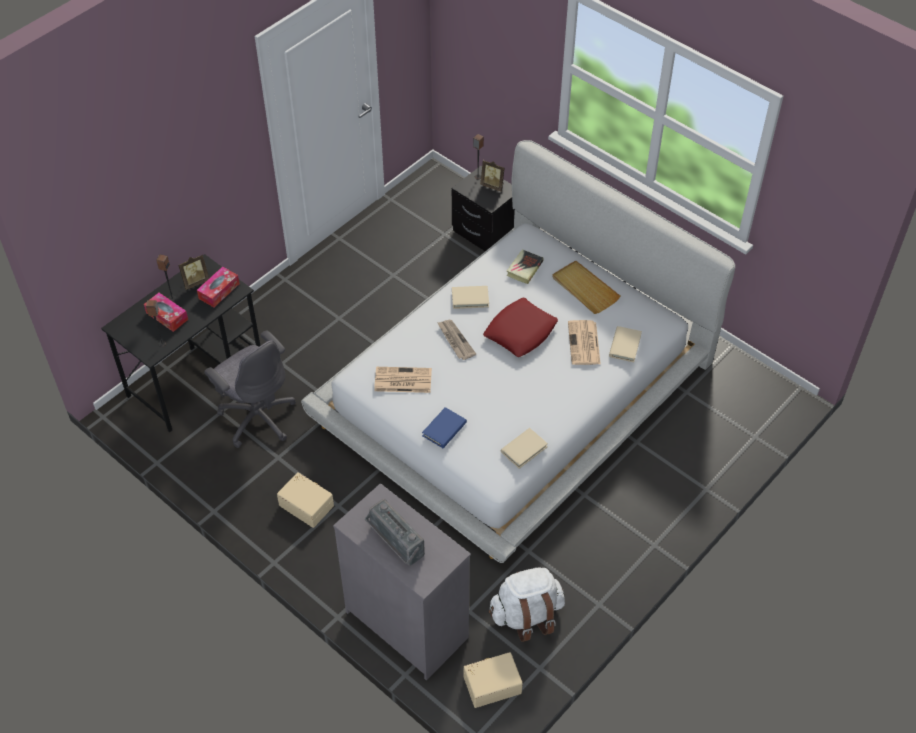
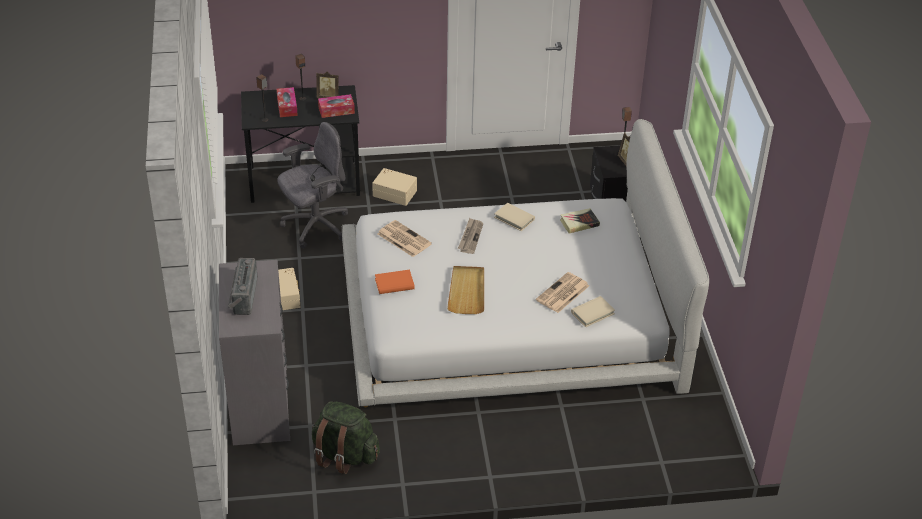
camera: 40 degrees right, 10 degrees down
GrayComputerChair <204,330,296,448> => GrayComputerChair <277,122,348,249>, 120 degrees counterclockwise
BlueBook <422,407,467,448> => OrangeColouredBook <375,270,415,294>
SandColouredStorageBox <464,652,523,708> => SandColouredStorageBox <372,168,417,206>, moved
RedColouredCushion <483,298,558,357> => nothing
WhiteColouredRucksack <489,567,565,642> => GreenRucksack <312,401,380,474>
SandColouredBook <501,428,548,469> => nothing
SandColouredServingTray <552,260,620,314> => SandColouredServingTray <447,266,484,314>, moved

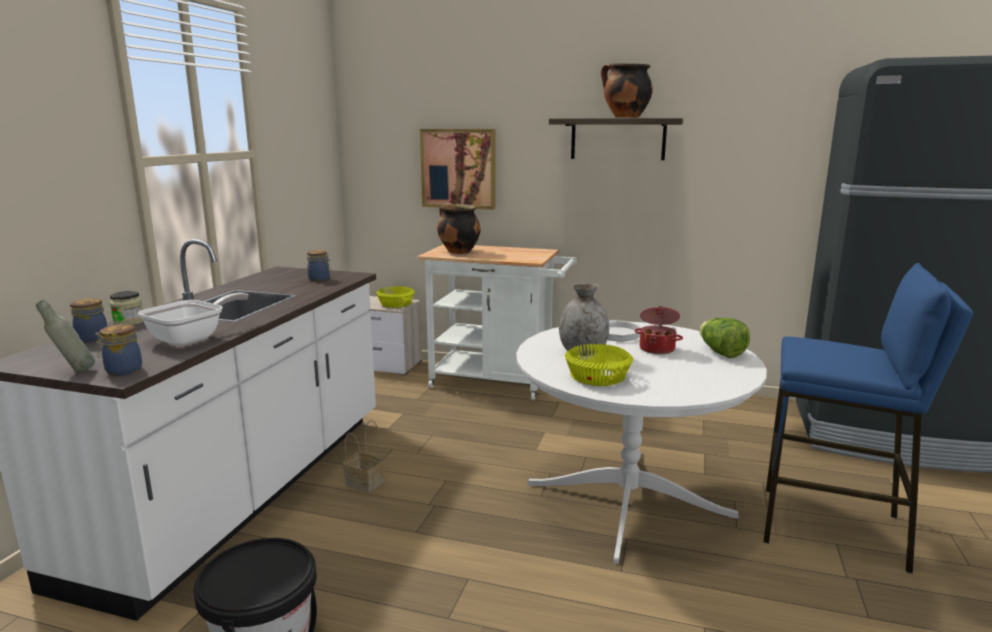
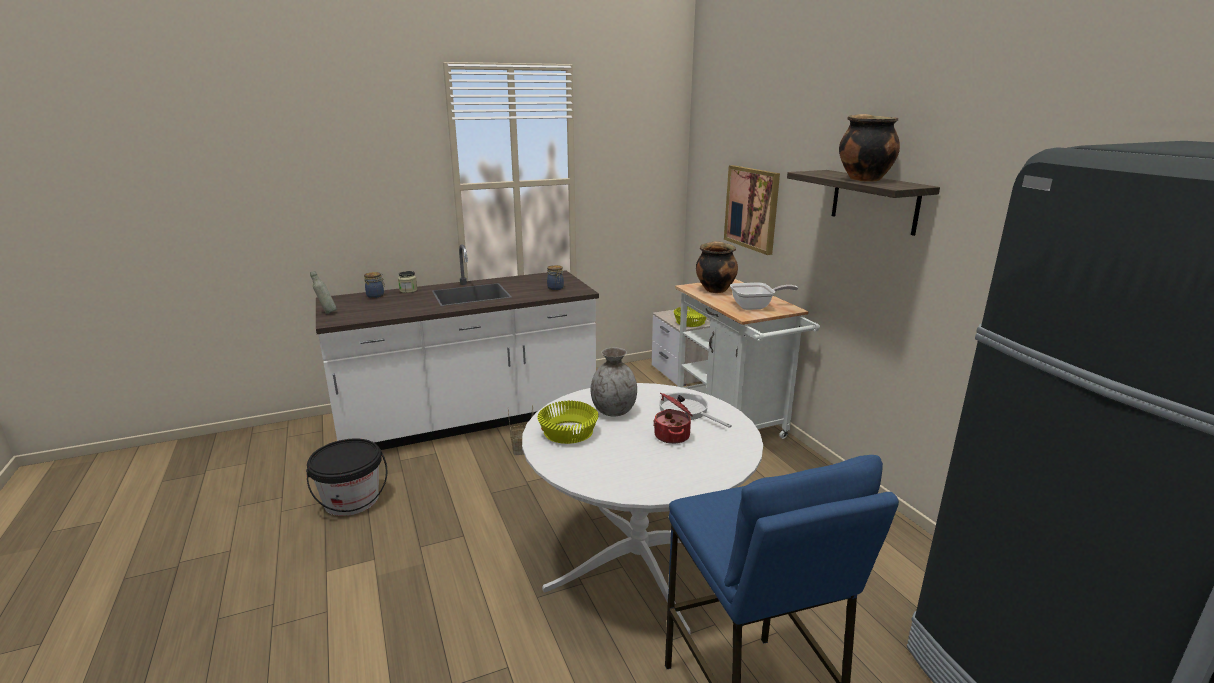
camera: 50 degrees right, 5 degrees up
StorageJar <95,324,142,376> => nothing
FryingPan <138,293,249,346> => FryingPan <730,283,798,310>, moved
LettuceHead <699,318,750,358> => nothing

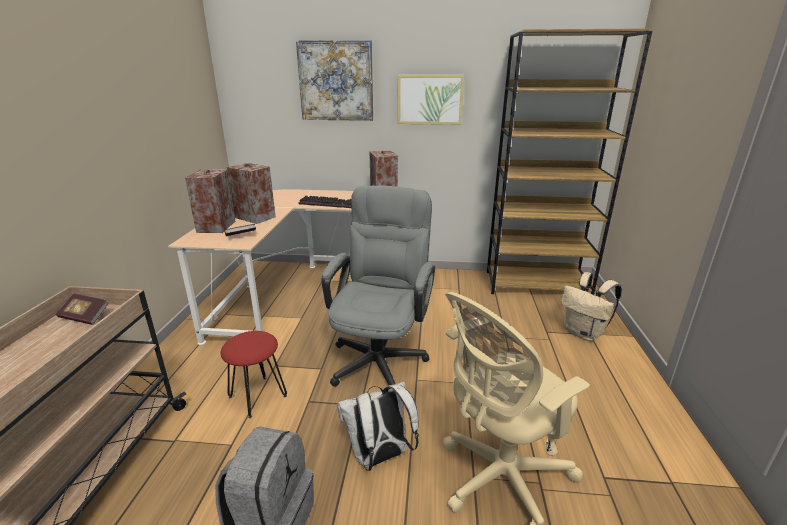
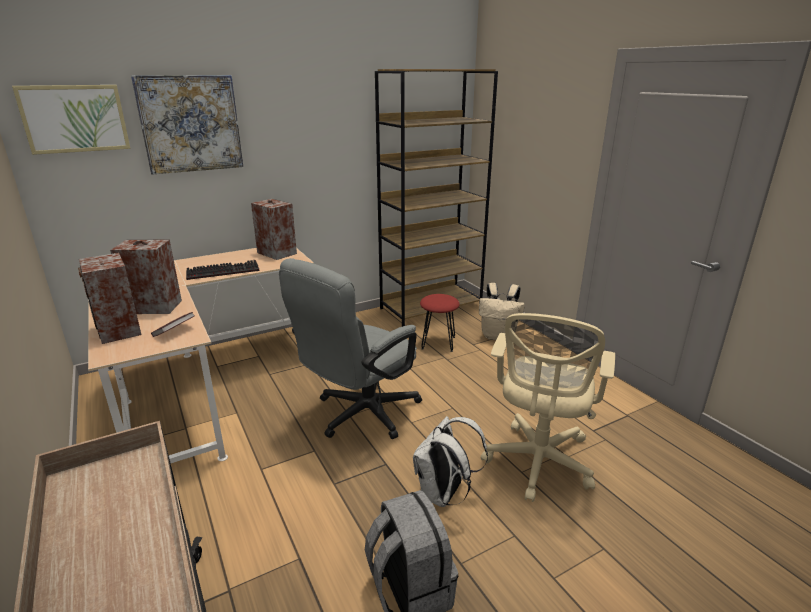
camera: 35 degrees left, 0 degrees up
Book <56,294,109,325> => nothing
RedColouredStoolSeat <221,331,287,418> => RedColouredStoolSeat <420,294,460,352>, moved
GrayComputerChair <321,186,435,387> => GrayComputerChair <279,258,422,439>, 120 degrees counterclockwise
Picture <397,75,464,125> => Picture <12,85,131,155>, moved

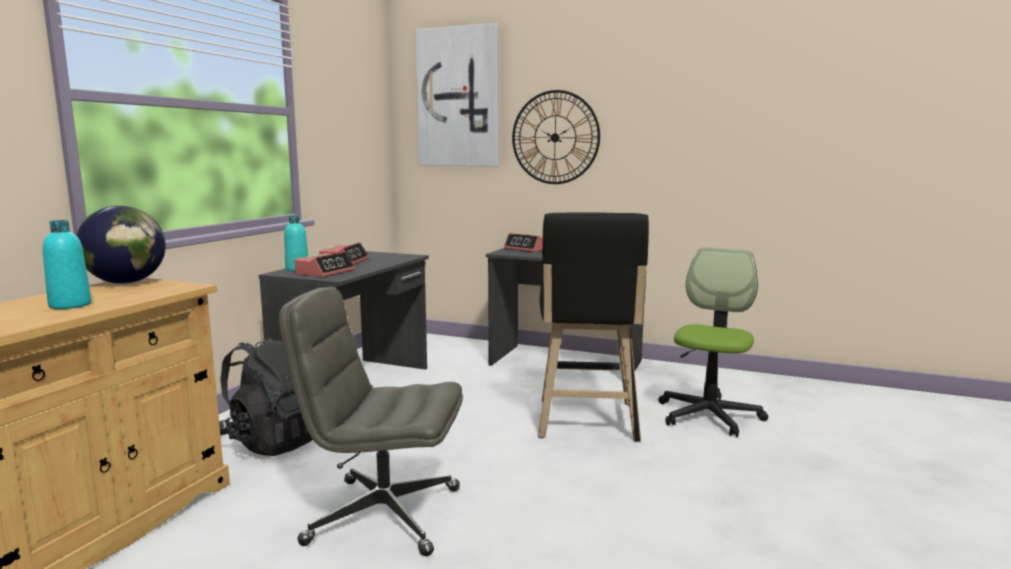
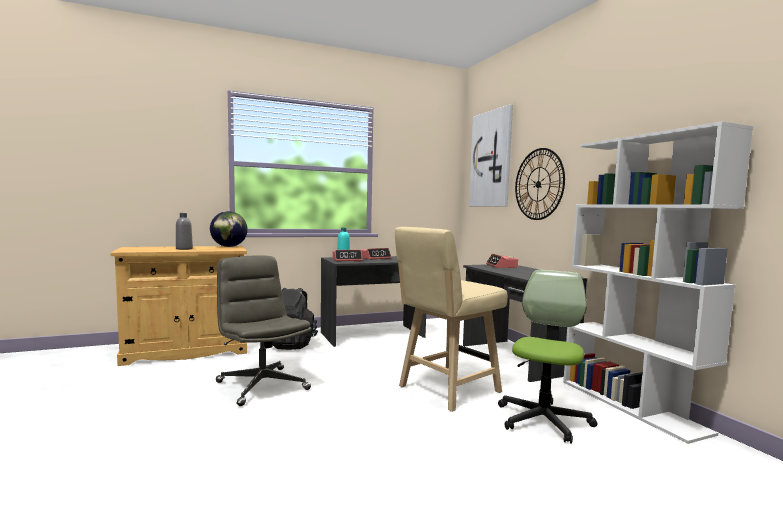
camera: 45 degrees right, 5 degrees down
TurquoiseColouredBeverageBottle <42,220,92,309> => GrayBeverageBottle <176,213,193,250>
BlackColouredStoolSeat <538,212,649,442> => SandColouredStoolSeat <395,227,508,412>
ComputerChair <658,248,768,437> => ComputerChair <498,270,598,444>, 45 degrees counterclockwise
nothing => WhiteColouredShelvingUnit <563,121,753,444>

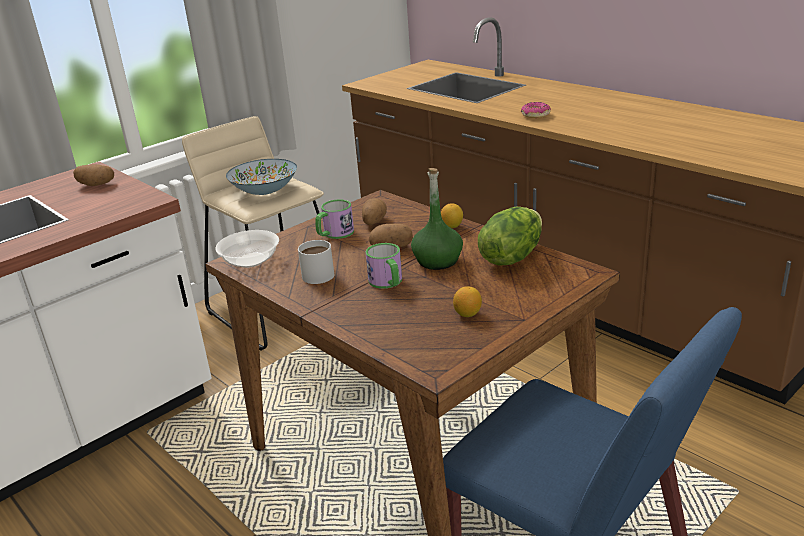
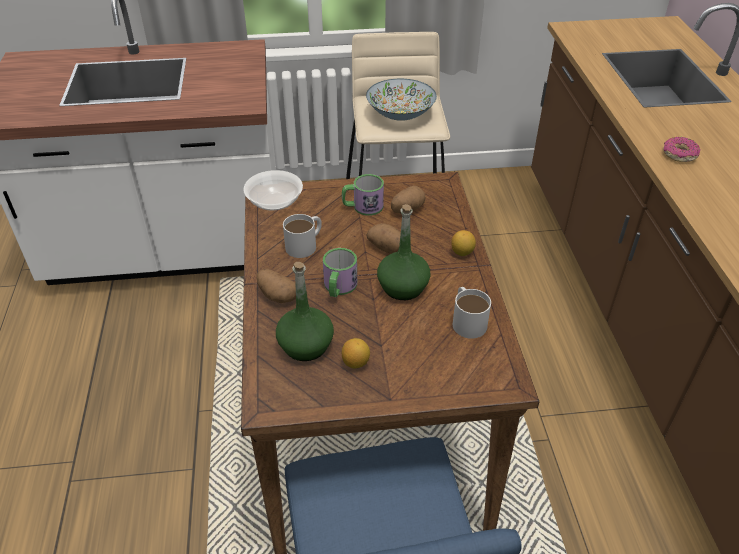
camera: 35 degrees right, 15 degrees up
WholePotato <73,164,114,186> => WholePotato <257,269,296,303>, moved
LettuceHead <478,207,542,266> => WhiteColouredCoffeeMug <453,287,491,339>
nothing => GreenBeverageBottle <276,262,334,361>

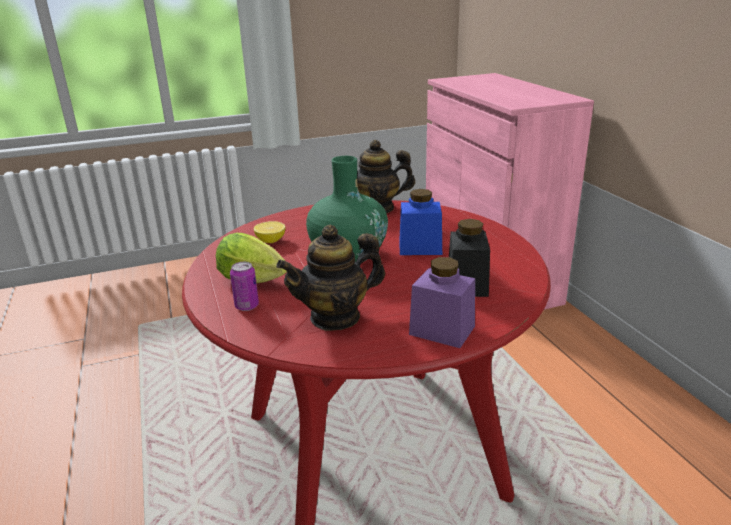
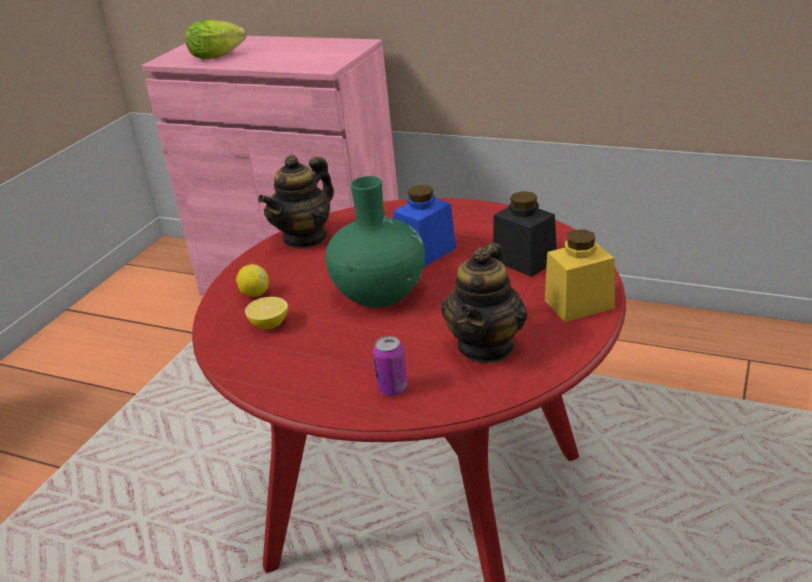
camera: 45 degrees left, 5 degrees up
LettuceHead <216,233,287,283> => LettuceHead <185,20,246,59>, moved
PurpleColouredStorageJar <409,257,475,348> => YellowishStorageJar <545,229,615,322>
nothing => WholeLemon <236,264,269,297>

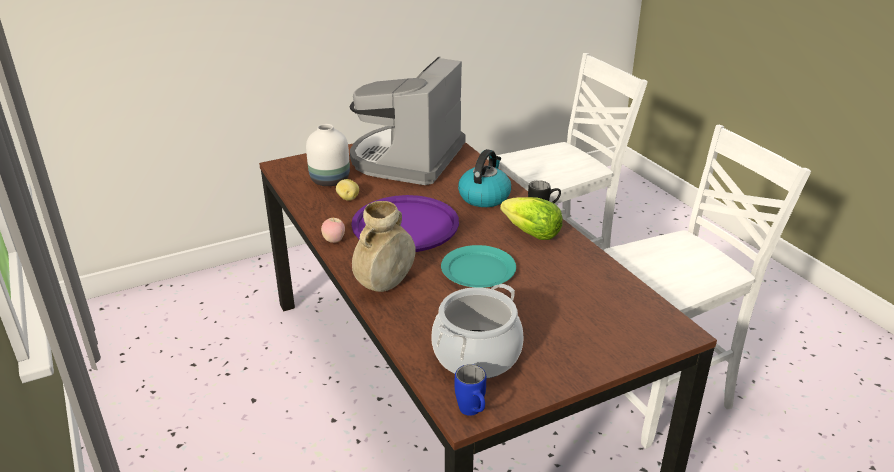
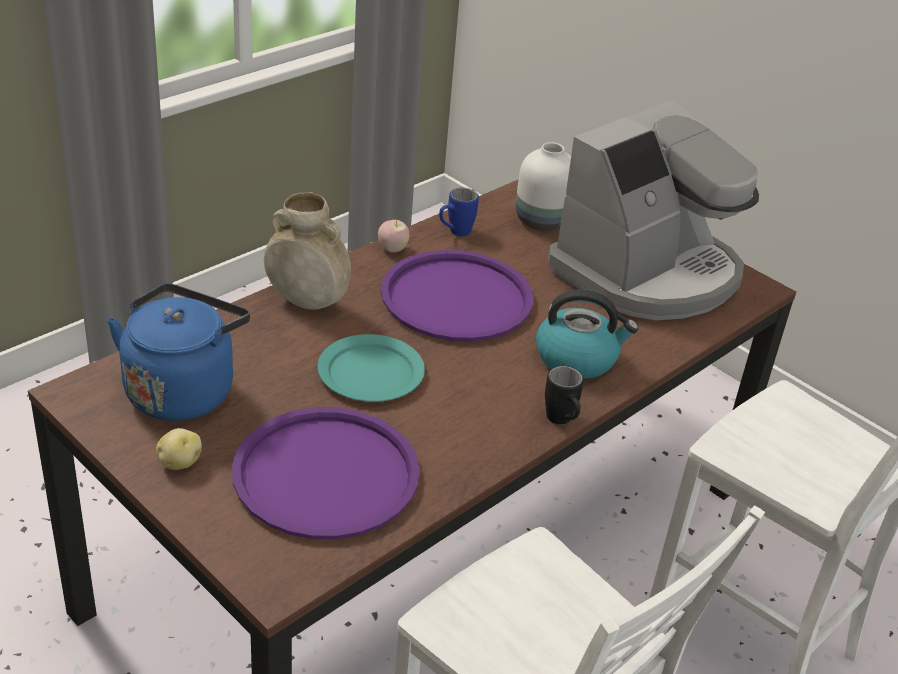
camera: 70 degrees right, 5 degrees up
WholePotato <336,179,359,201> => WholePotato <156,428,202,470>, moved
CoffeeMaker <350,57,466,185> => CoffeeMaker <548,100,759,320>, 135 degrees clockwise
Saucepot <431,284,524,379> => BlueWaterKettle <107,283,250,421>
BlueCoffeeMug <455,364,486,416> => BlueCoffeeMug <439,188,479,236>, moved
LettuceHead <500,197,563,240> => nothing
nothing => PurpleColouredServingTray <232,407,420,539>

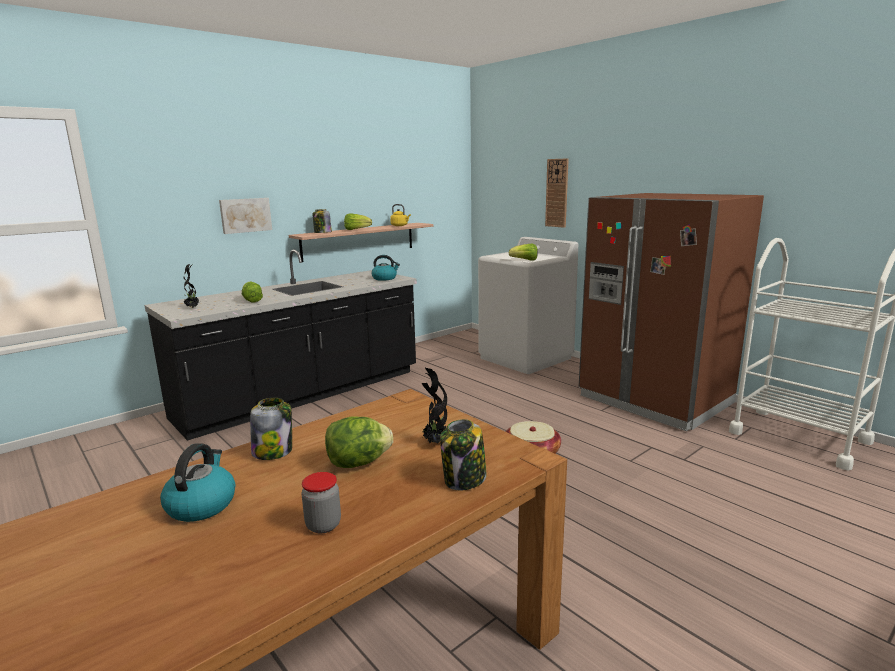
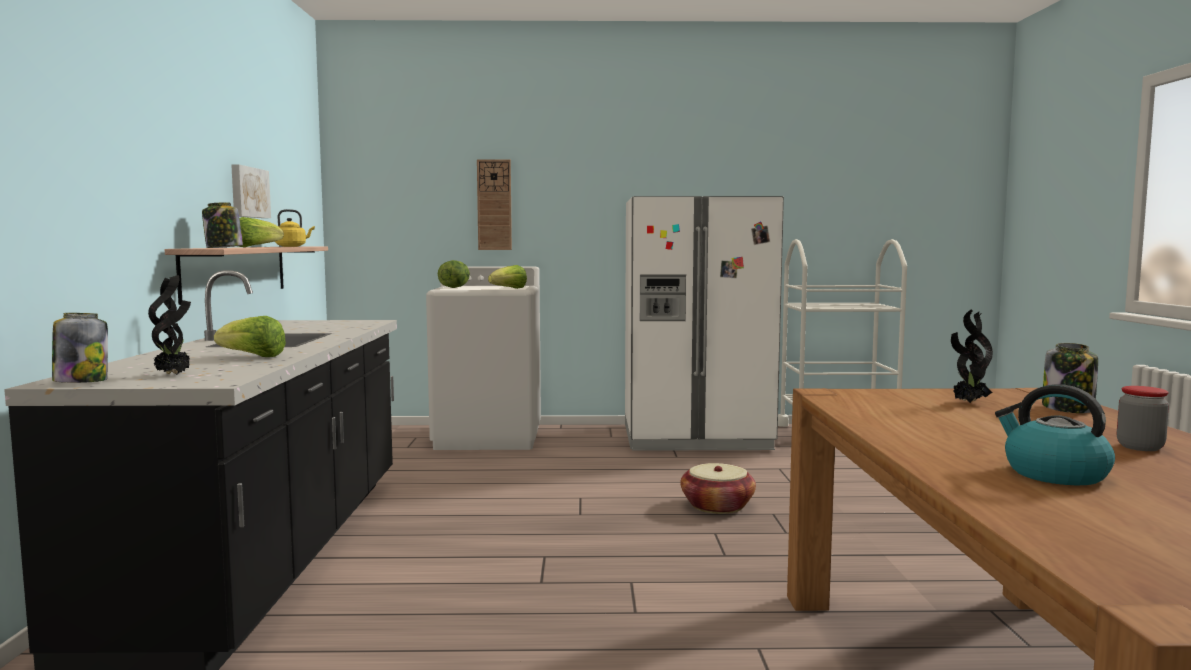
camera: 50 degrees left, 10 degrees down
Picture <219,198,272,234> => Picture <231,164,271,218>, moved
StorageJar <250,398,292,460> => StorageJar <52,313,108,383>, moved
LettuceHead <325,416,393,468> => LettuceHead <438,260,470,288>, moved
WaterKettle <372,255,400,281> => nothing
BrownFridge <579,193,764,431> => WhiteColouredFridge <625,196,784,451>

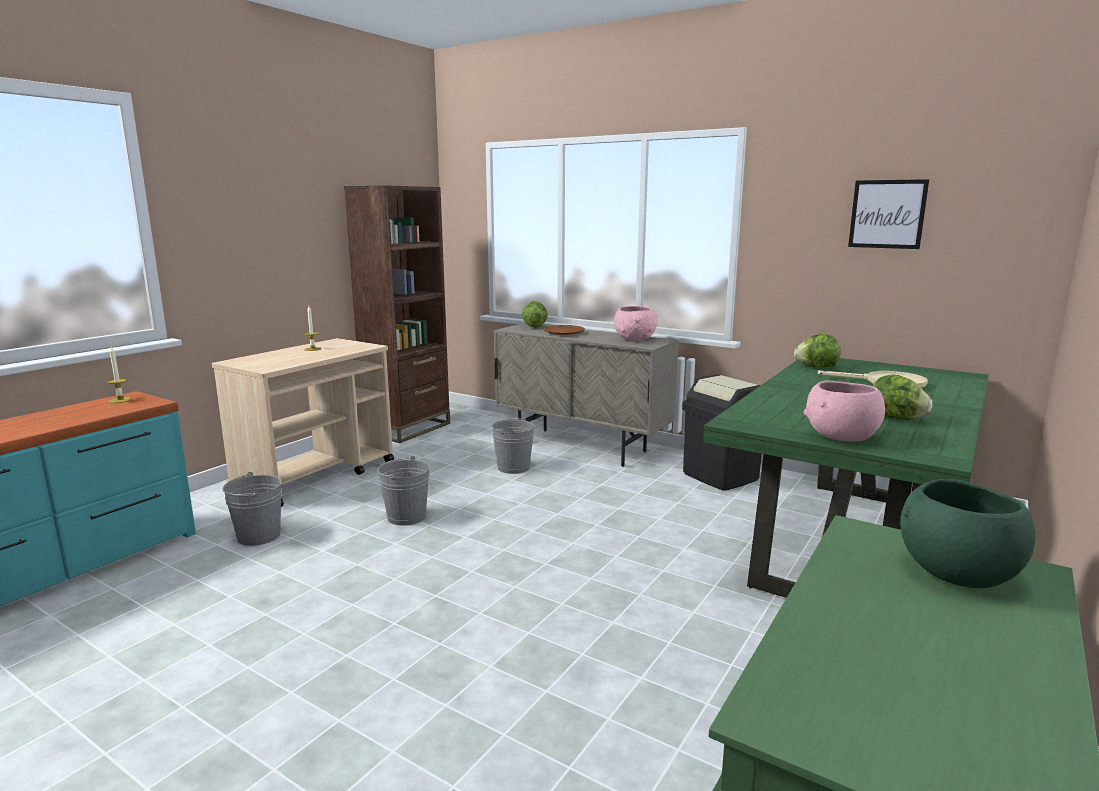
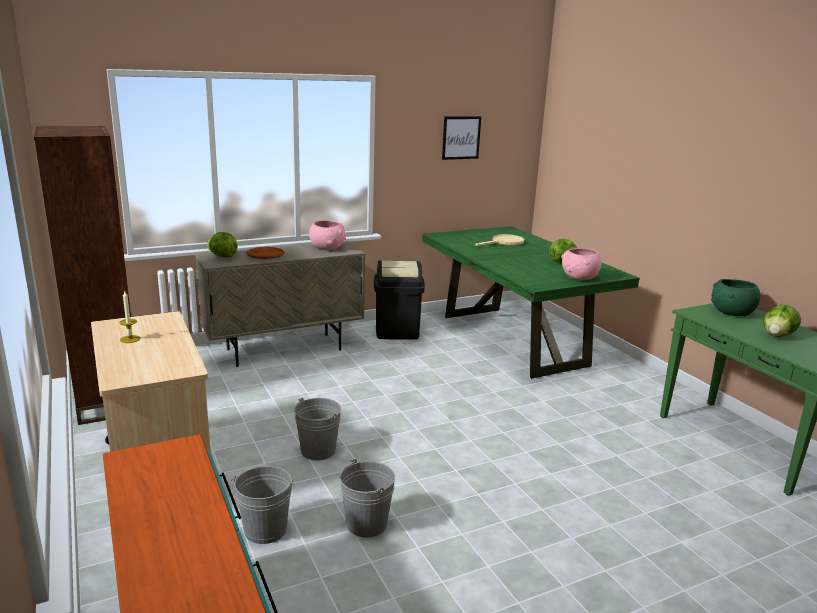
camera: 60 degrees left, 5 degrees up
Candle <107,347,132,403> => nothing
GrayPail <491,417,534,474> => GrayPail <340,459,395,537>, moved
LettuceHead <794,334,840,368> => LettuceHead <763,305,801,337>, moved

